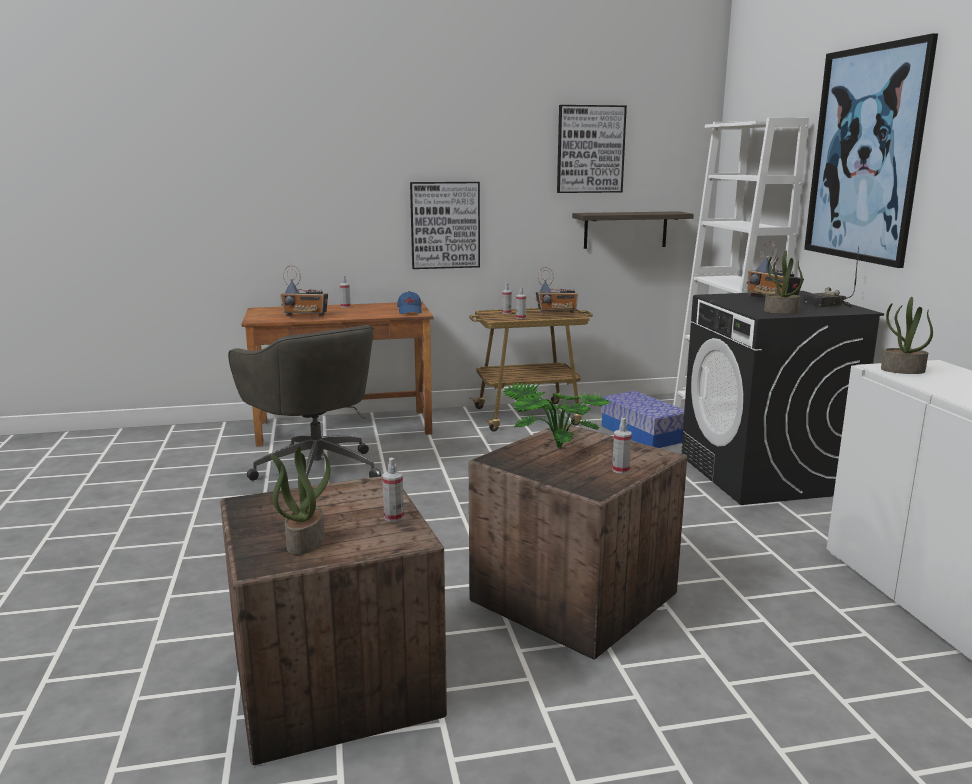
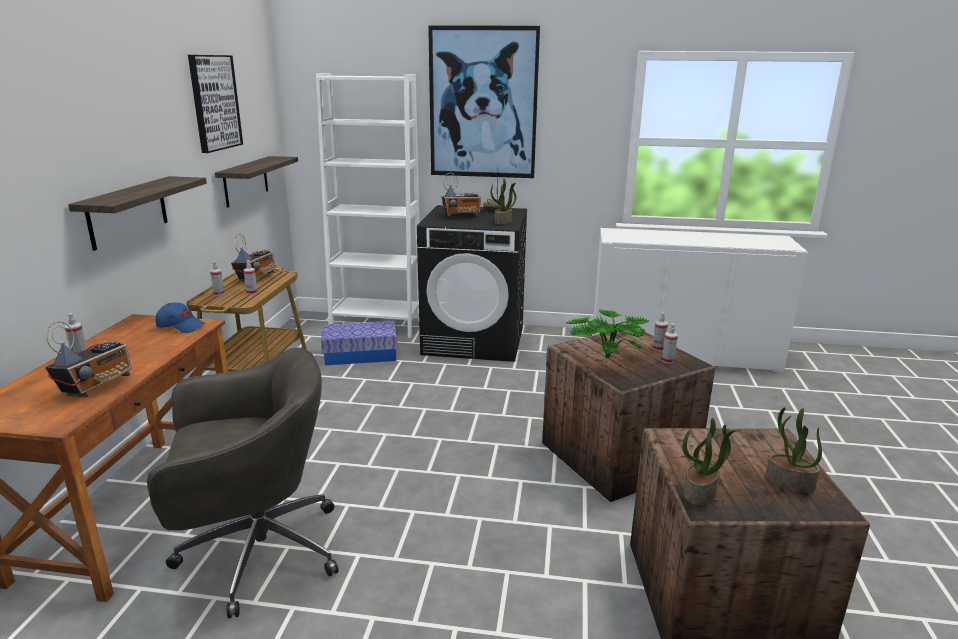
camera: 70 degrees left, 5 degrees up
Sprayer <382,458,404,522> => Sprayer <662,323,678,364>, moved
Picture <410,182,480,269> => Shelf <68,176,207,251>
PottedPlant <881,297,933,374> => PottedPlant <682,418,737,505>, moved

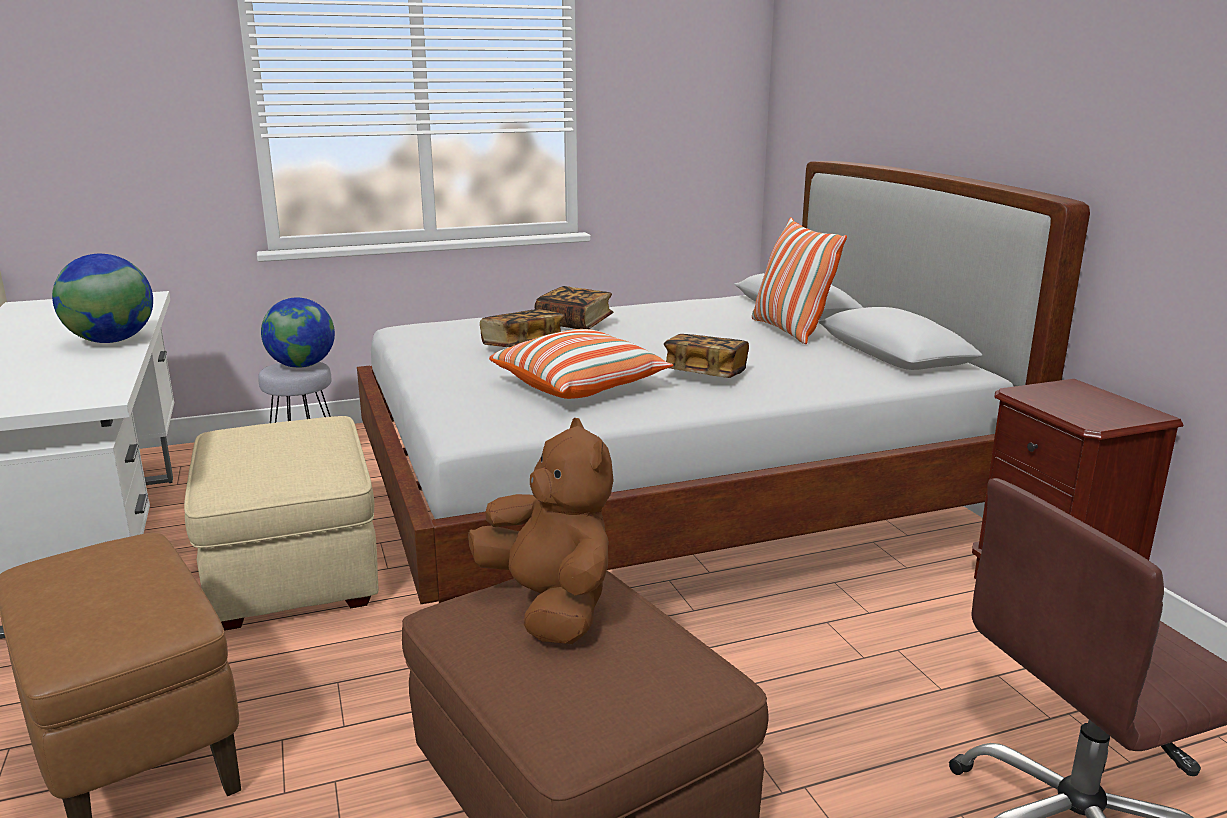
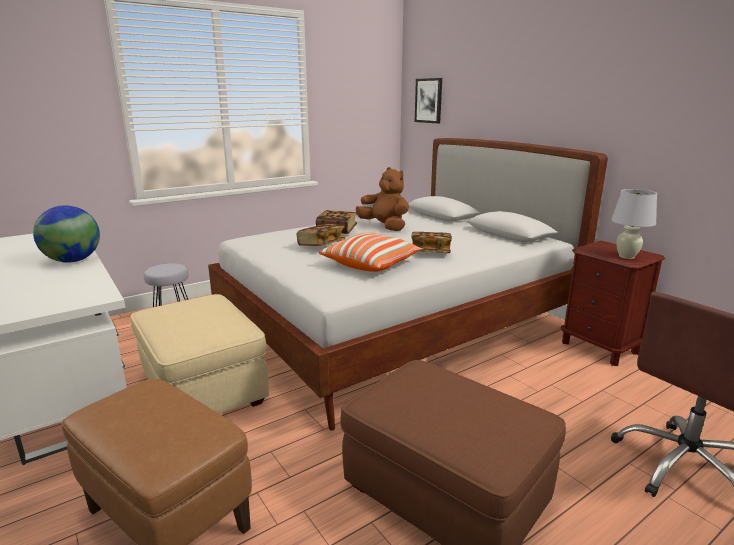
camera: 15 degrees left, 0 degrees up
Globe <261,297,335,368> => nothing
BrownSoftToy <468,418,614,644> => BrownSoftToy <356,167,409,231>, moved
Cushion <752,217,847,344> => nothing
nothing => Picture <415,78,442,123>
nothing => WhiteColouredTableLamp <611,189,657,259>

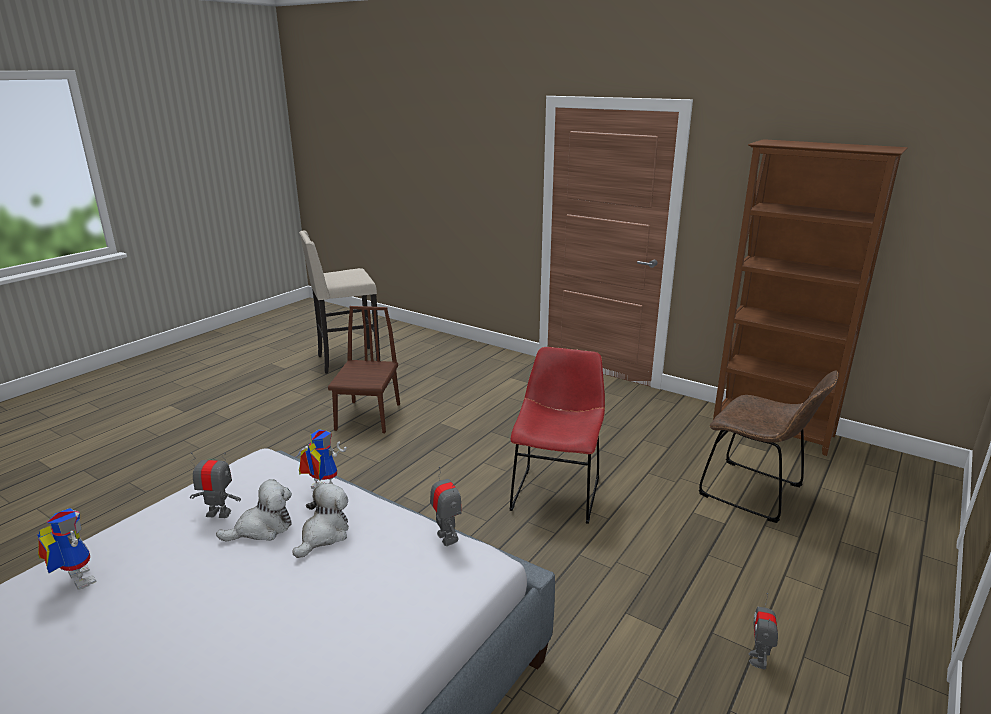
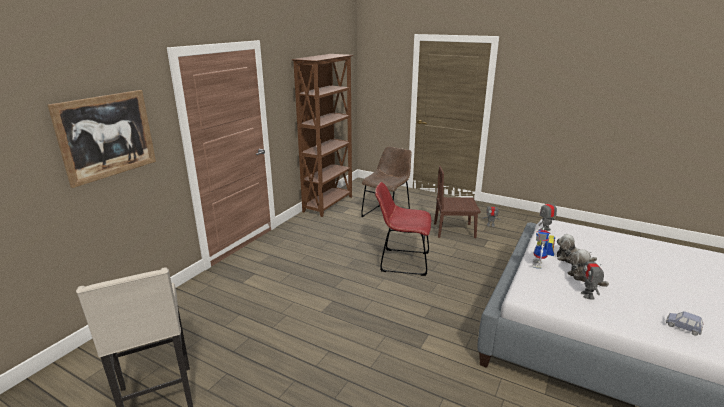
camera: 95 degrees left, 0 degrees up
ToyRobot <37,508,96,590> => BlueToyCar <666,311,704,336>
BrownUprightChair <328,306,400,433> => BrownUprightChair <434,166,481,238>, moved
nothing => Picture <48,90,156,188>

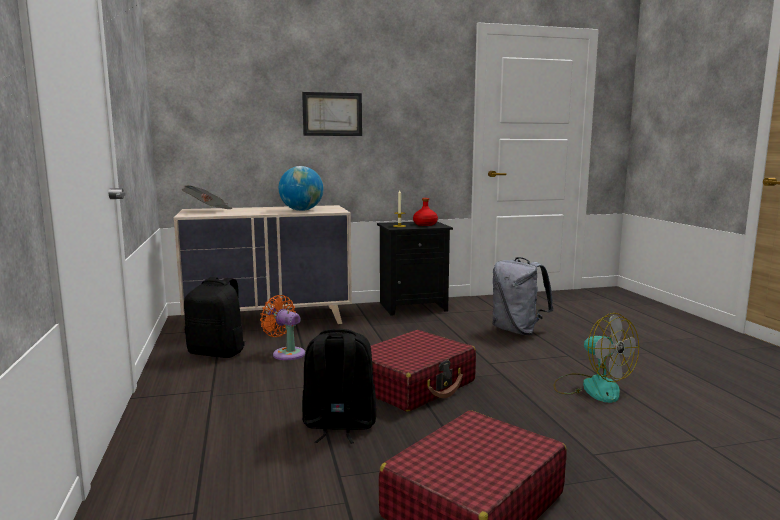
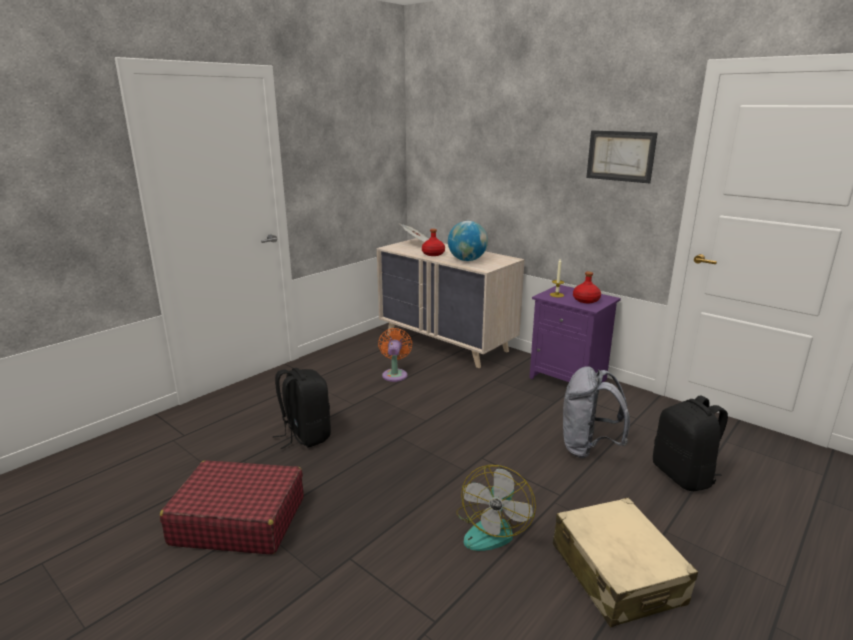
camera: 55 degrees right, 10 degrees up
BlackColouredRucksack <184,277,245,358> => BlackColouredRucksack <653,396,728,491>, moved
Picture <302,92,362,136> => Picture <586,130,658,183>, moved
RedColouredPieceOfLuggage <371,330,476,412> => nothing
BlackColouredNightTable <377,222,453,315> => PurpleColouredNightTable <529,285,621,382>
nothing => RedColouredBeverageBottle <422,229,445,256>
nothing => SandColouredPieceOfLuggage <553,498,698,627>

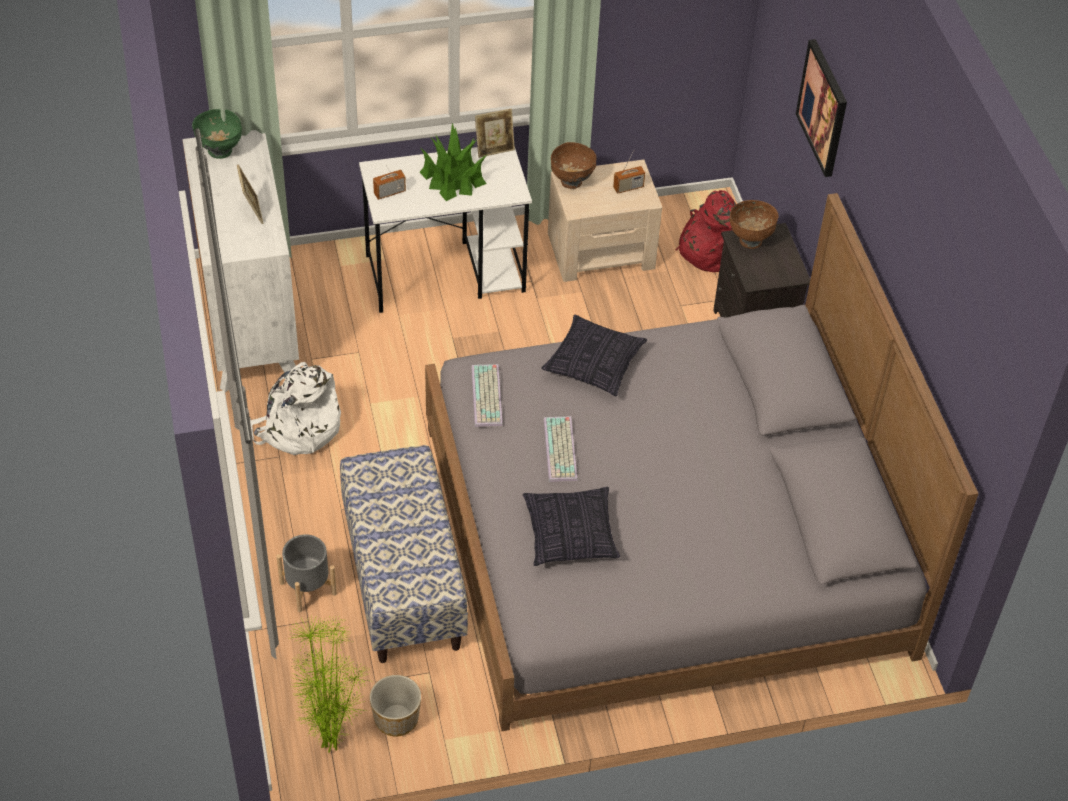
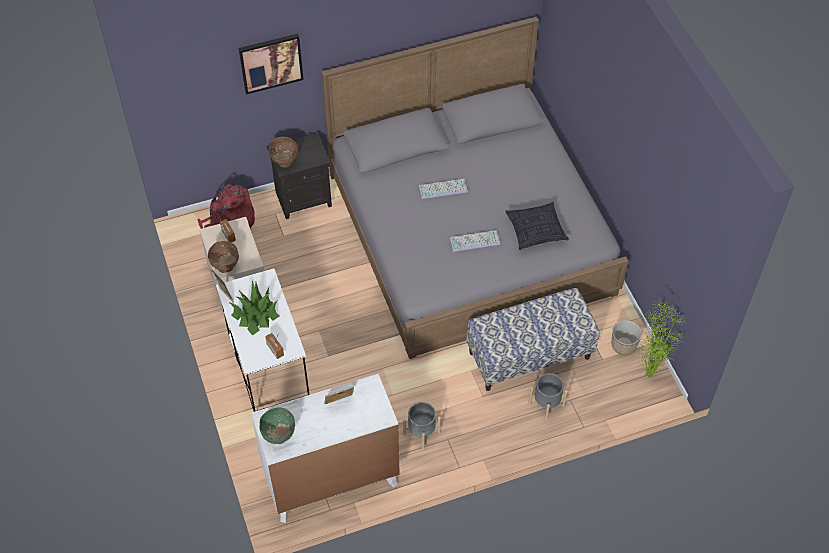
camera: 95 degrees left, 5 degrees up
WhiteColouredRucksack <250,362,341,455> => GrayPlantPot <403,402,441,450>
ComputerKeyboard <471,364,503,427> => ComputerKeyboard <419,179,468,199>, moved
Cushion <541,315,647,396> => nothing

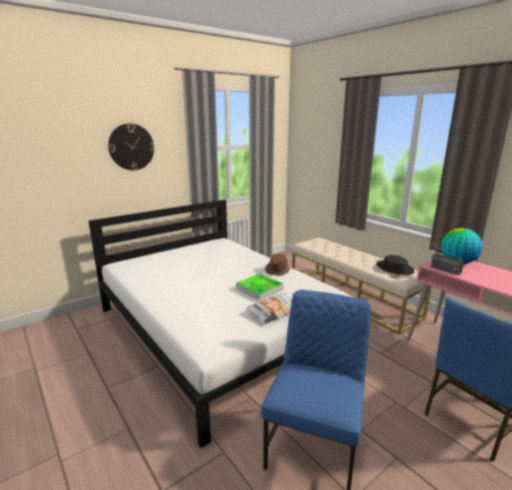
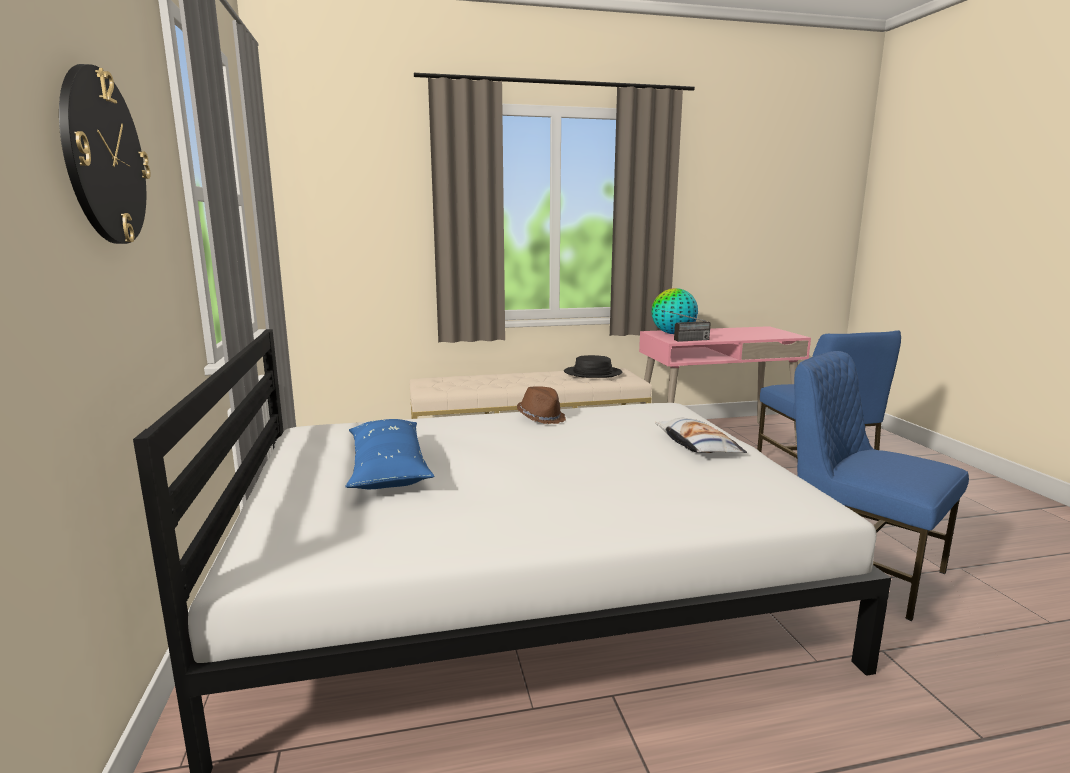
camera: 65 degrees left, 5 degrees down
ServingTray <236,274,284,301> => nothing
nothing => BlueCushion <345,419,434,489>

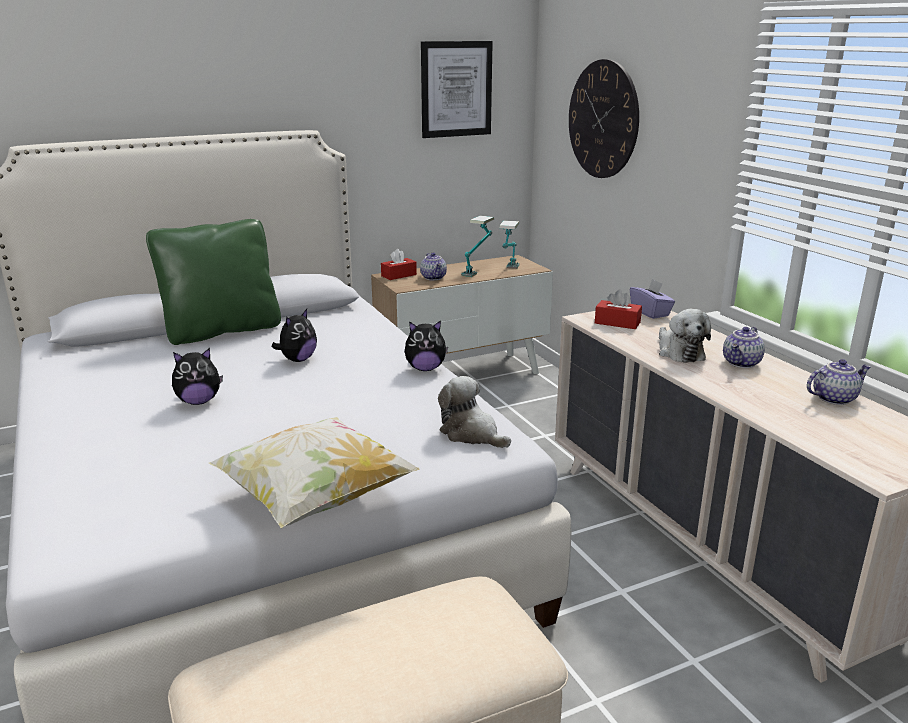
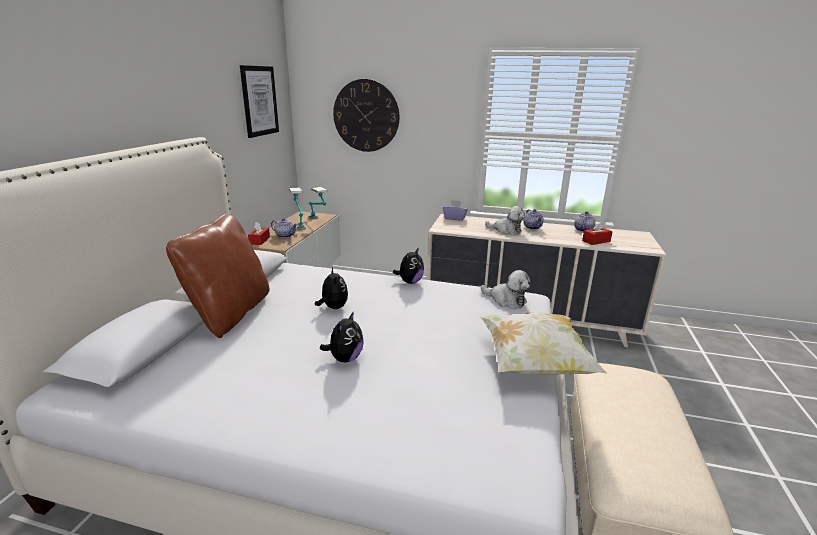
camera: 50 degrees left, 0 degrees up
GreenCushion <146,219,281,345> => BrownCushion <166,214,270,338>
SoftToy <438,376,511,448> => SoftToy <481,270,530,308>, 135 degrees counterclockwise
RedColouredBoxOfTissues <595,289,642,329> => RedColouredBoxOfTissues <582,221,613,245>, moved

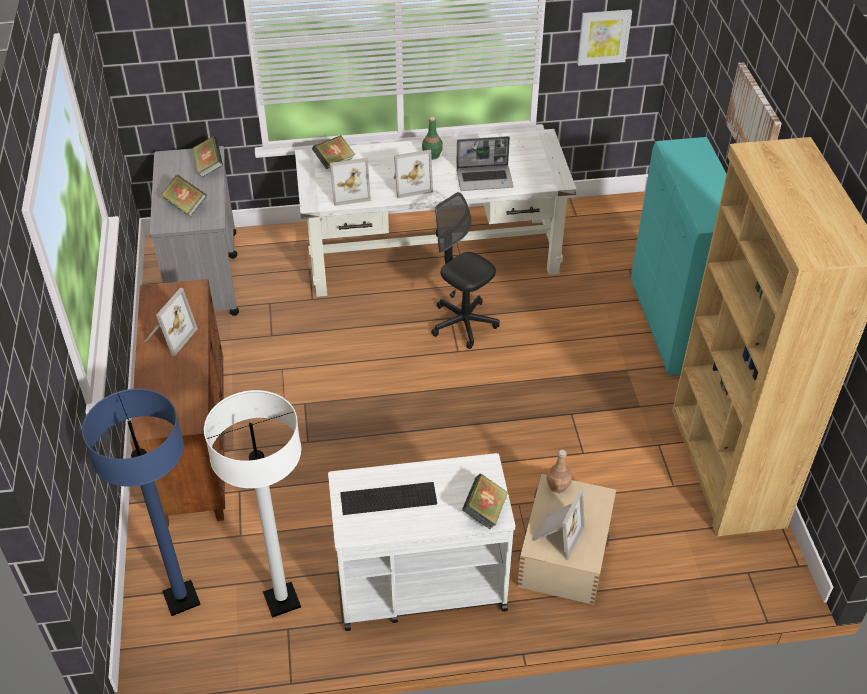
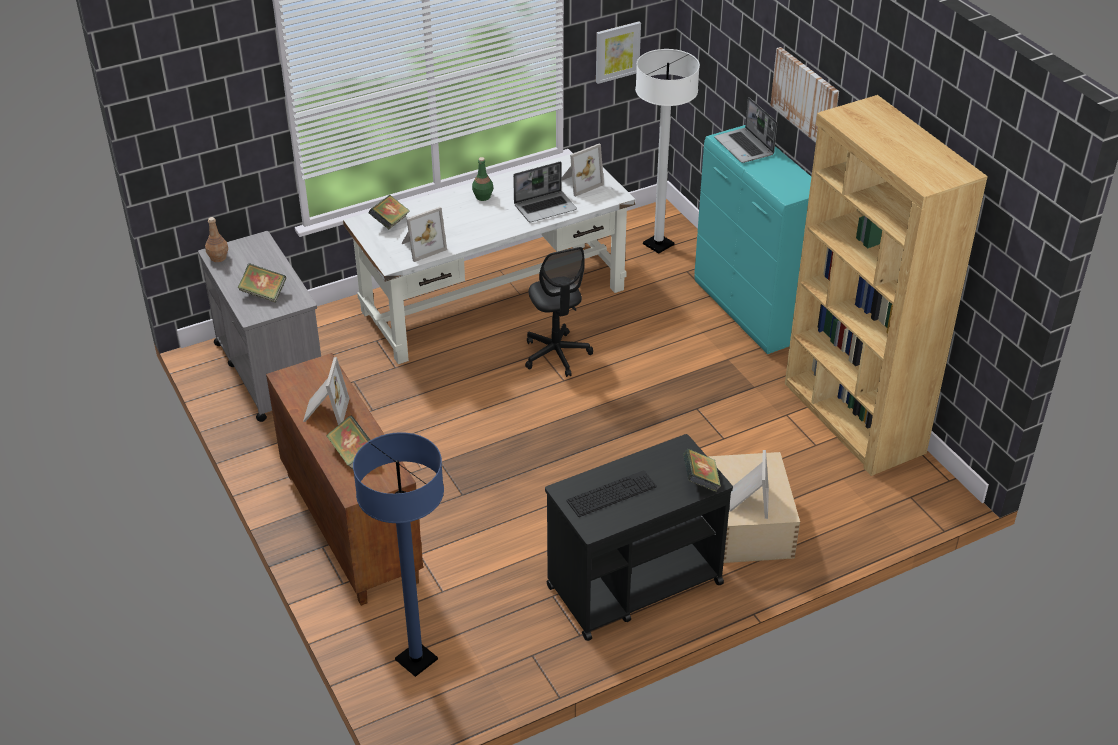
camera: 20 degrees left, 5 degrees down
Book <193,136,223,178> => Book <326,416,370,469>, moved
WhiteColouredStandardLamp <204,390,301,618> => WhiteColouredStandardLamp <635,49,700,254>, moved
WhiteColouredTrolley <328,453,515,631> => BlackColouredTrolley <545,434,733,641>
StandingFrame <393,149,433,198> => StandingFrame <562,143,604,197>, moved
BlackColouredComputerChair <431,192,500,349> => BlackColouredComputerChair <525,247,593,377>, 135 degrees counterclockwise
BrownBeverageBottle <546,450,572,493> => BrownBeverageBottle <205,217,228,262>, moved
nothing => NotebookComputer <714,97,777,163>

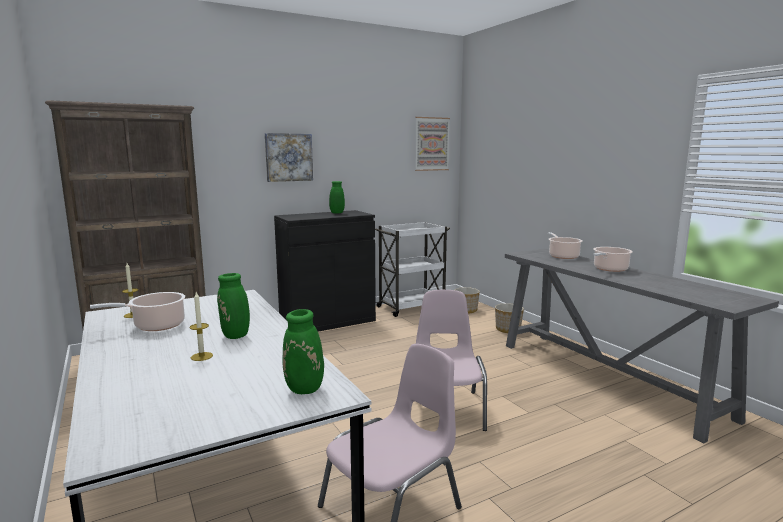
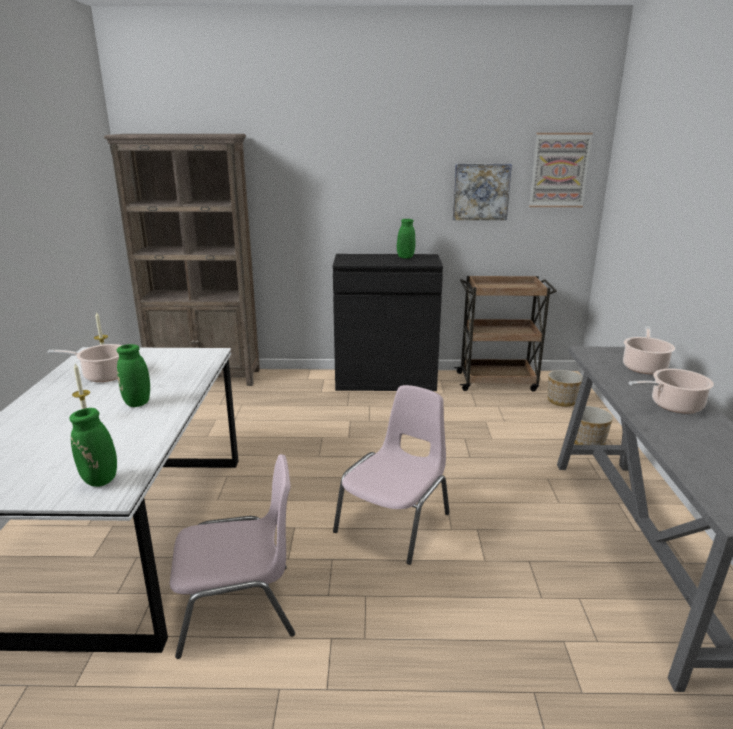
camera: 30 degrees right, 10 degrees up
Picture <265,133,313,182> => Picture <452,164,512,220>, moved
WhiteColouredTrolley <375,222,450,317> => BrownTrolley <454,276,557,392>

